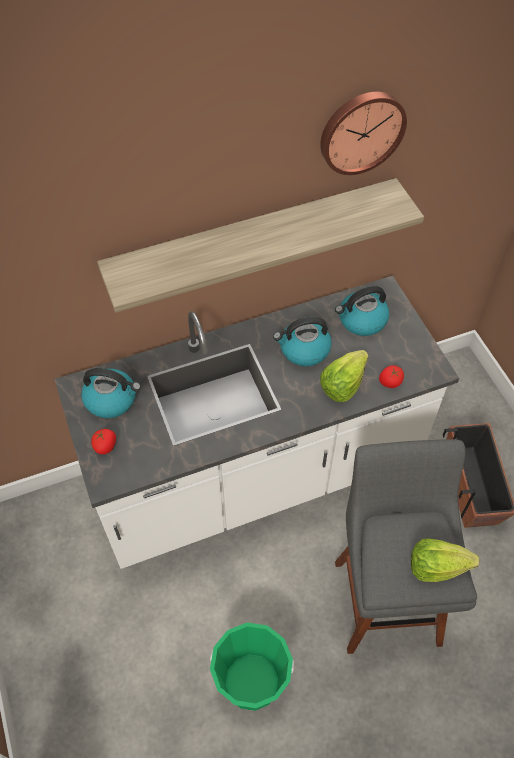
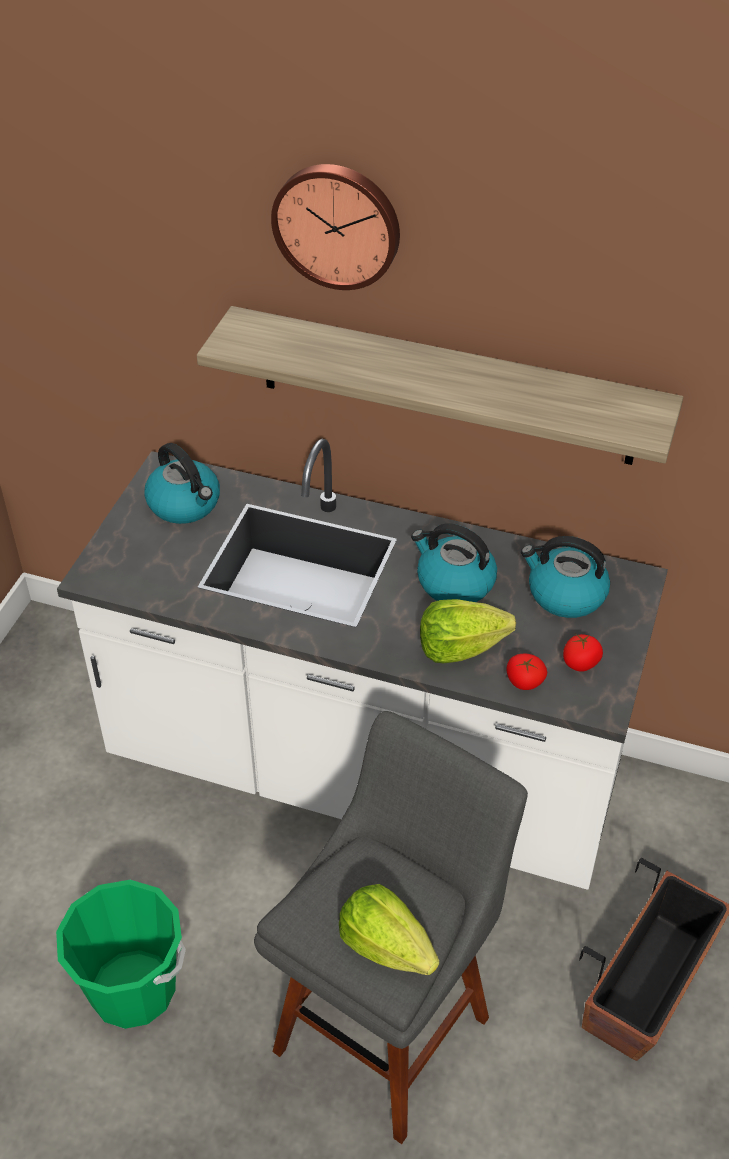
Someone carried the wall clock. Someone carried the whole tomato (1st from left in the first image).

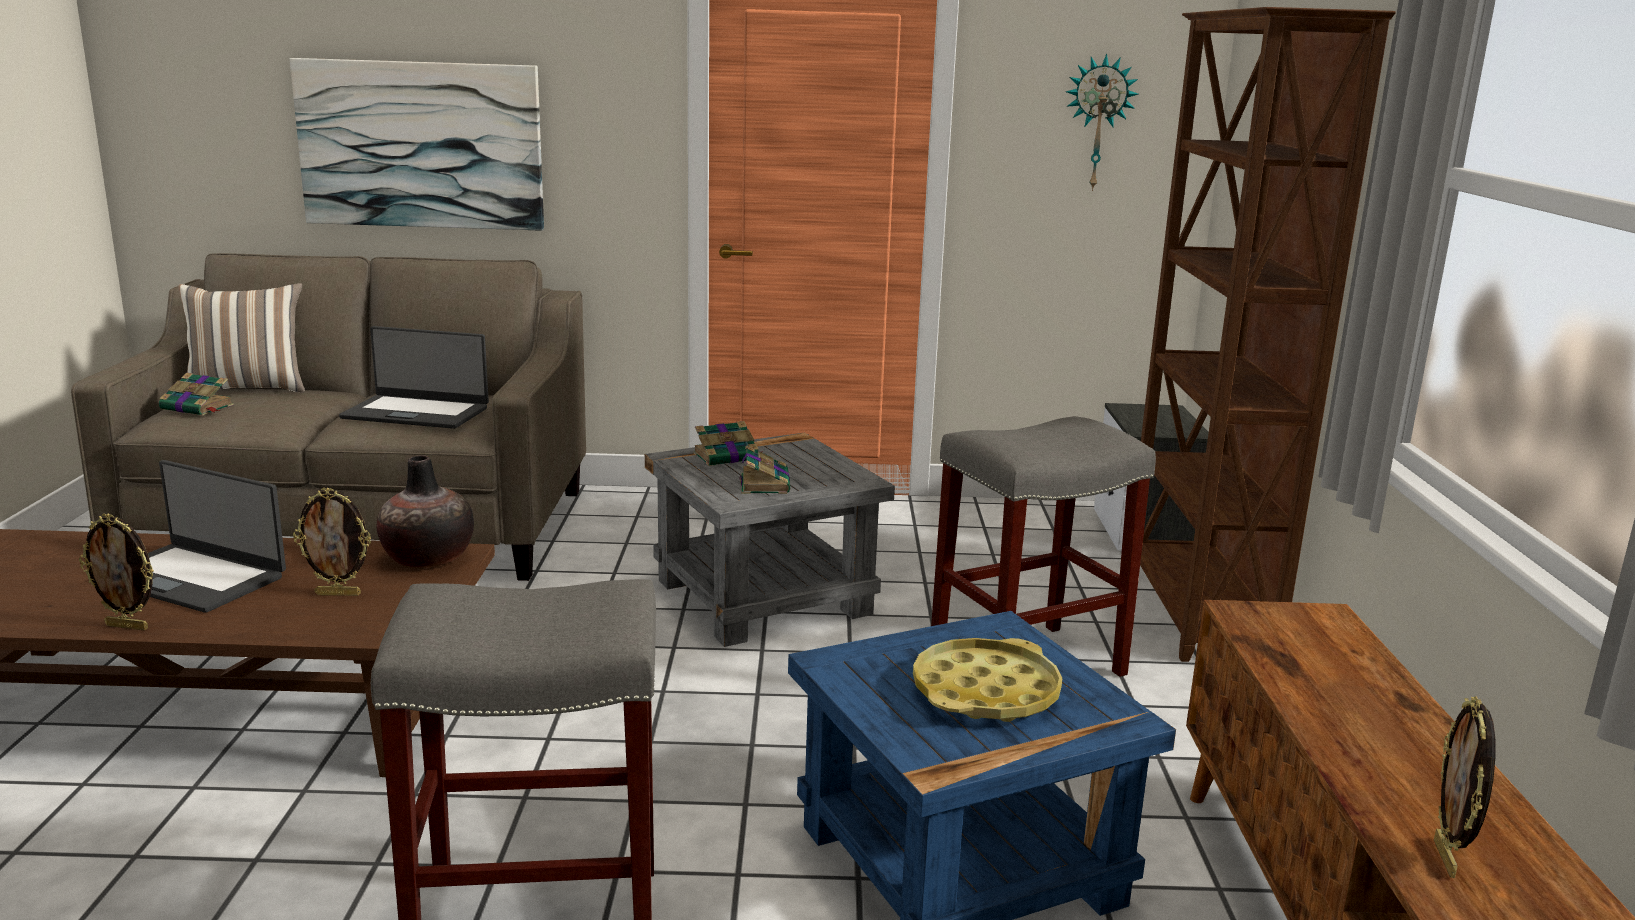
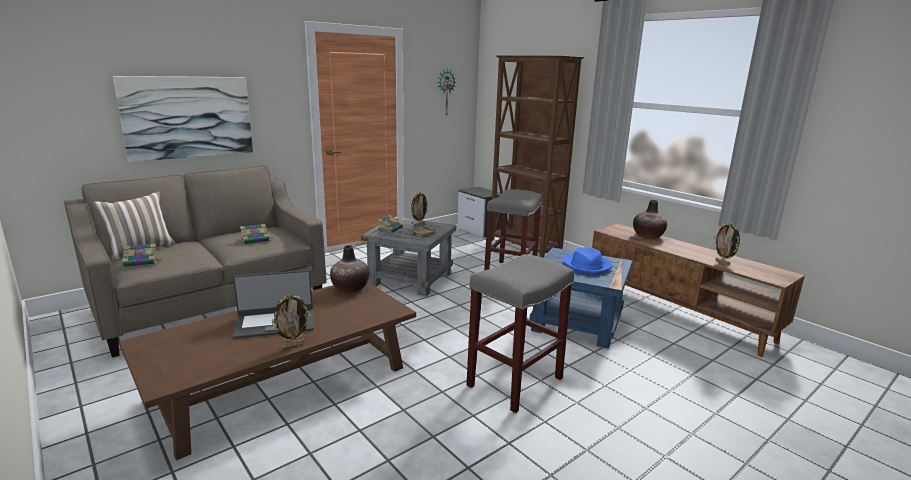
Someone swapped the notebook computer (2nd from left) for the book (2nd from left). Someone carried the photo frame (2nd from left). Someone swapped the yellow-coloured tray for the blue hat. Someone put down the flower vase (2nd from left).

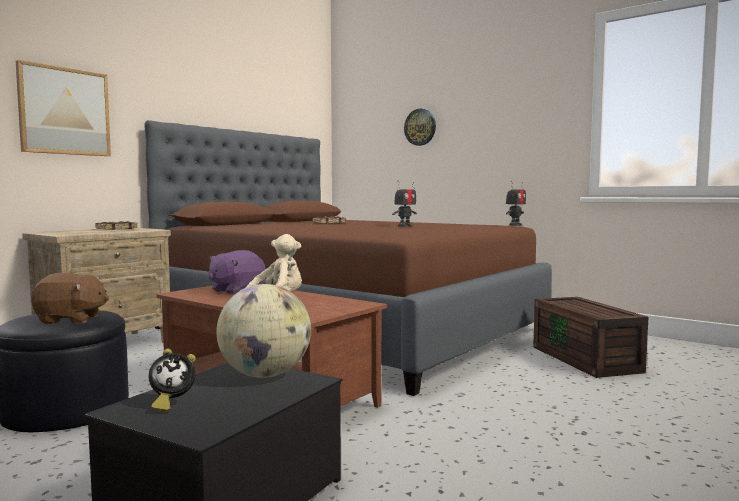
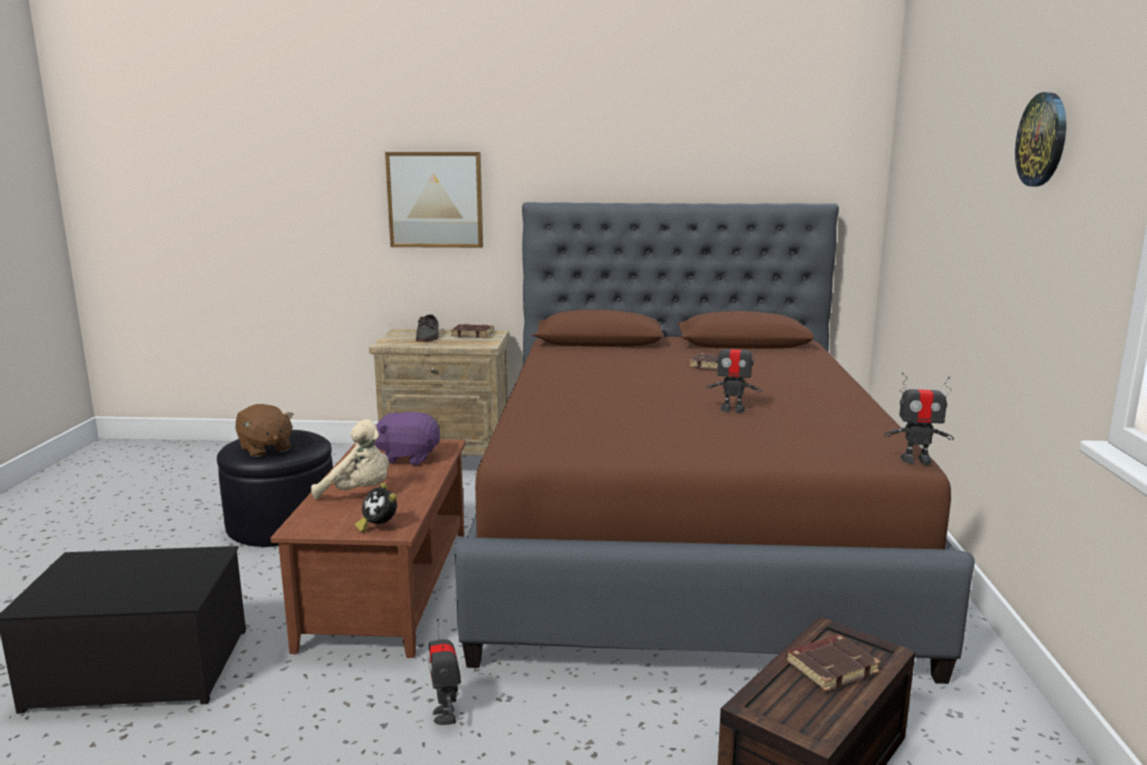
Someone carried the bedside clock. Someone put down the grey low shoe. Someone put down the robot figure (1st from left). Someone put down the brown book (3rd from left). Someone carried the wall clock. Someone took away the desk globe.

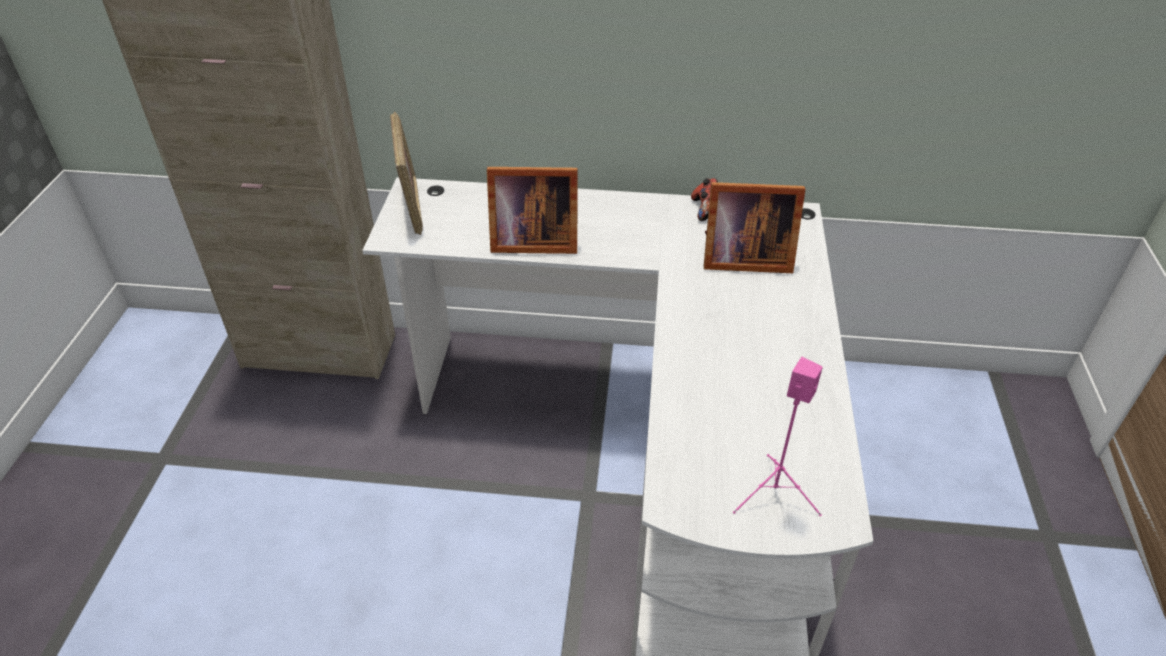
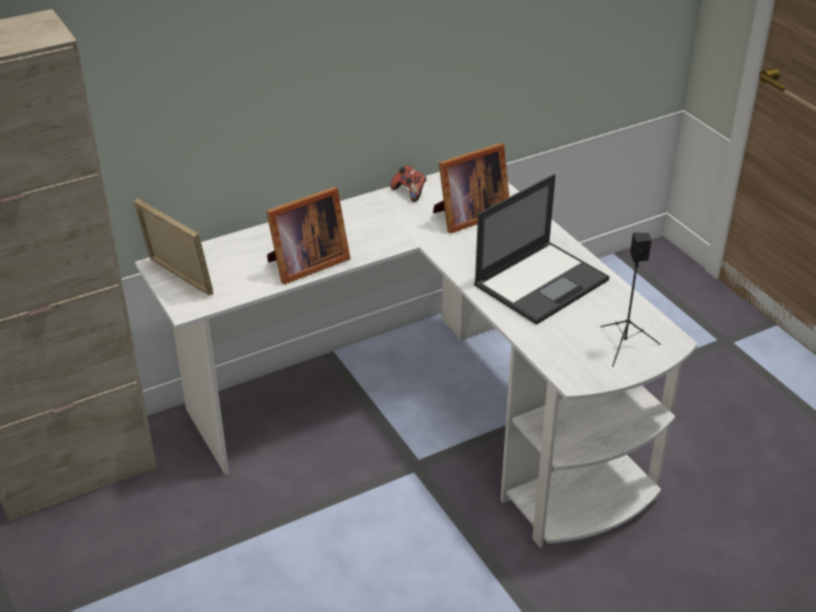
Someone put down the notebook computer. Someone repainted the pink-coloured loudspeaker, which became the blackish loudspeaker.

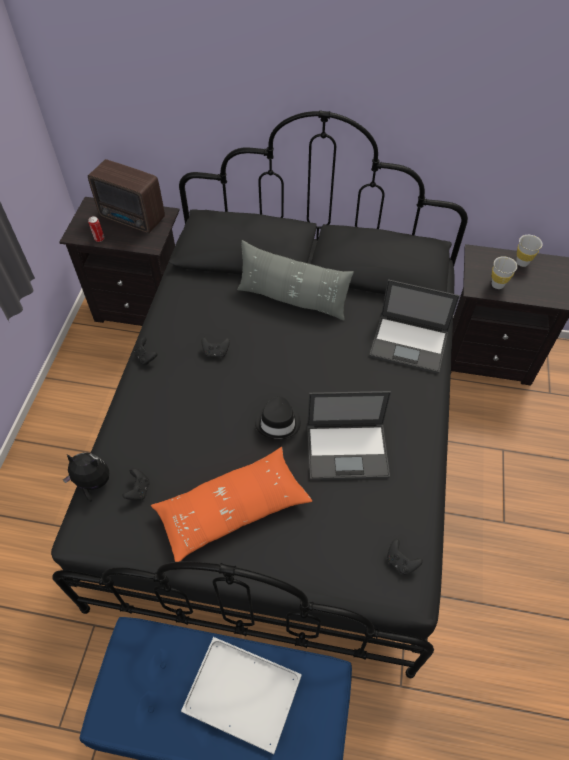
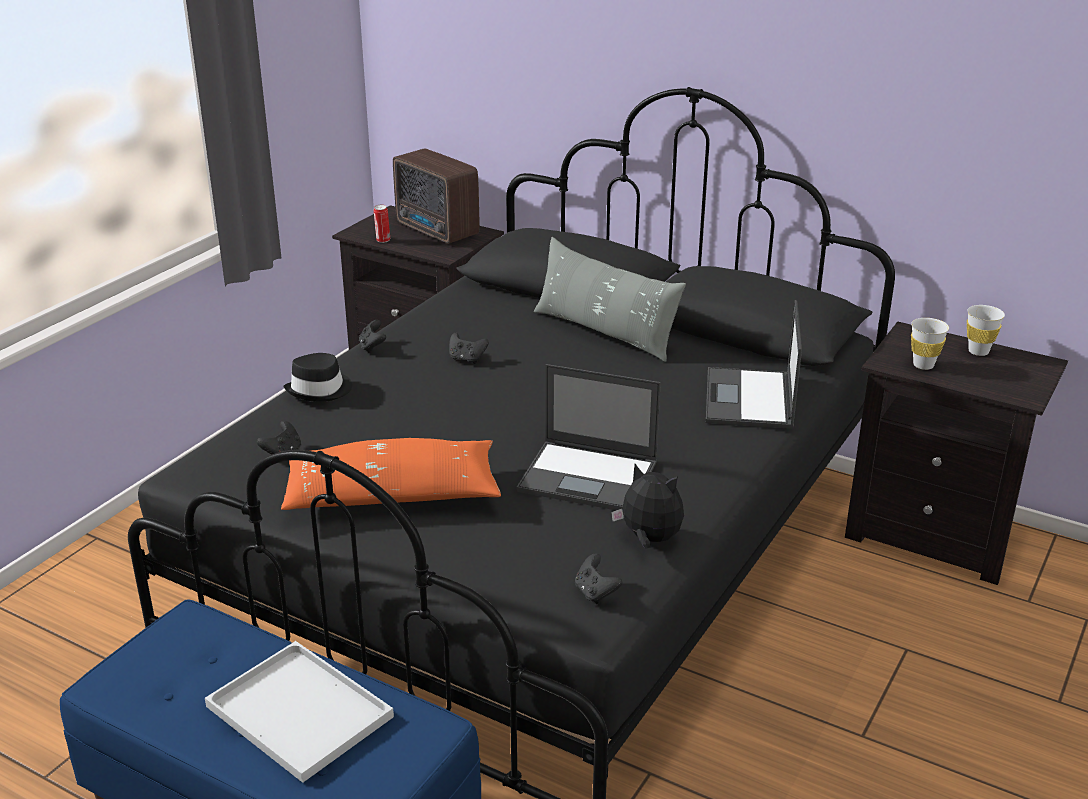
Someone carried the blackish hat. Someone carried the soft toy. Someone rotated the notebook computer (2nd from left) by 60 degrees clockwise.

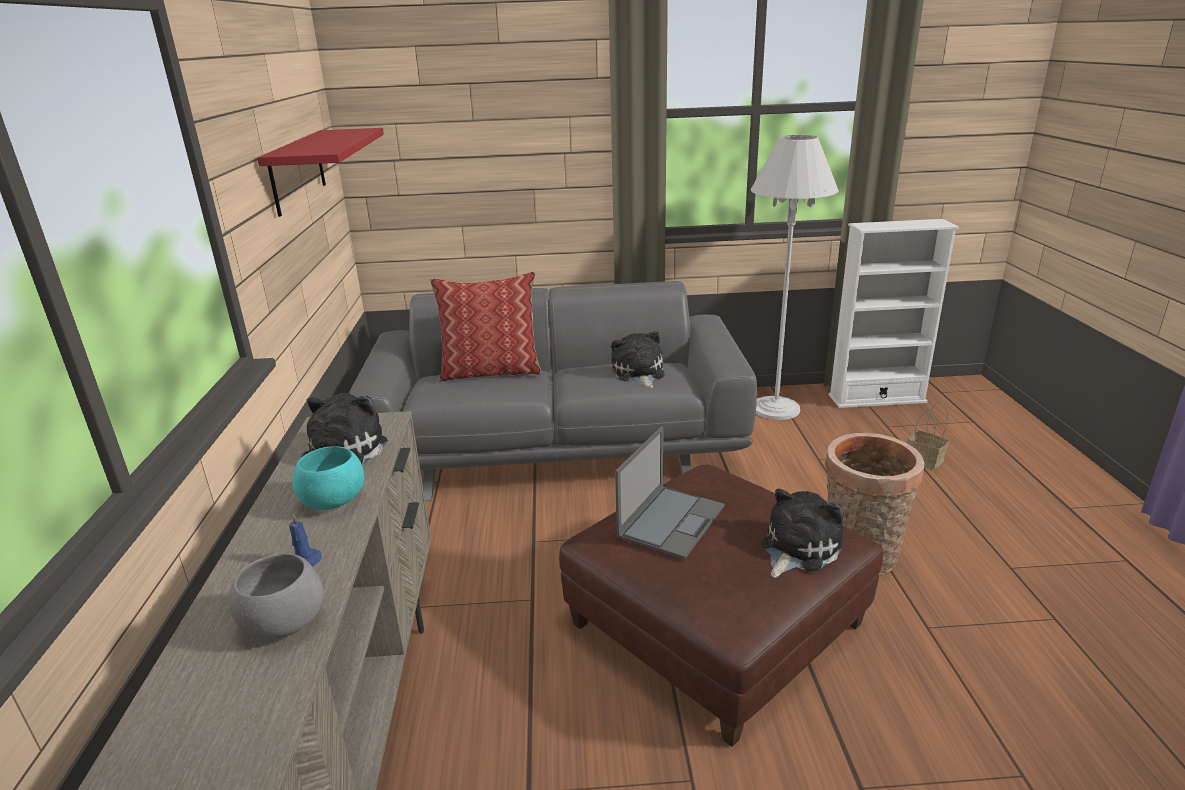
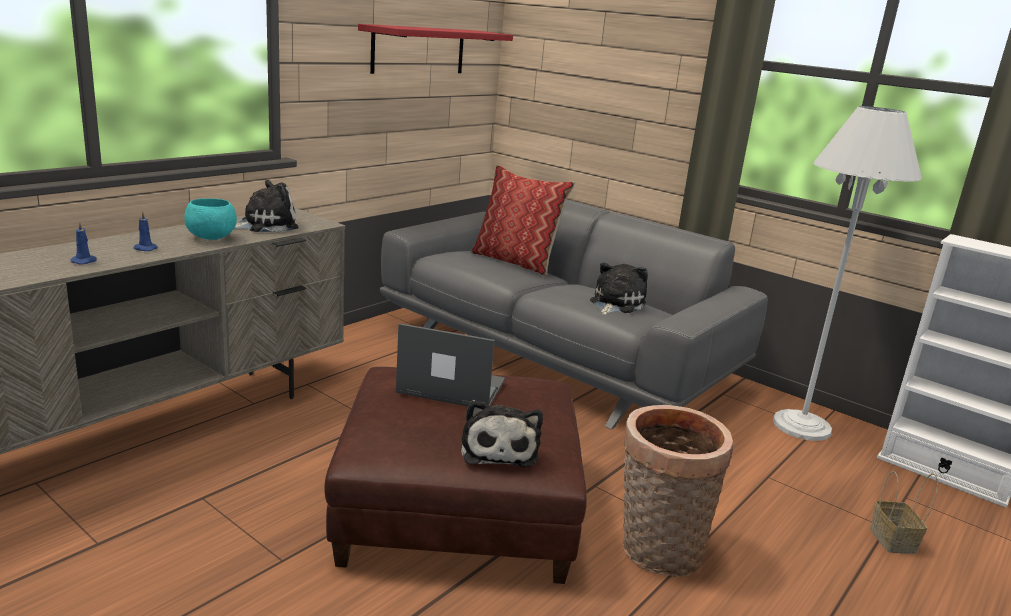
Someone swapped the grey serving bowl for the blue wax light (1st from left). Someone rotated the notebook computer by 150 degrees counterclockwise. Someone rotated the soft toy (3rd from left in the first image) by 90 degrees clockwise.

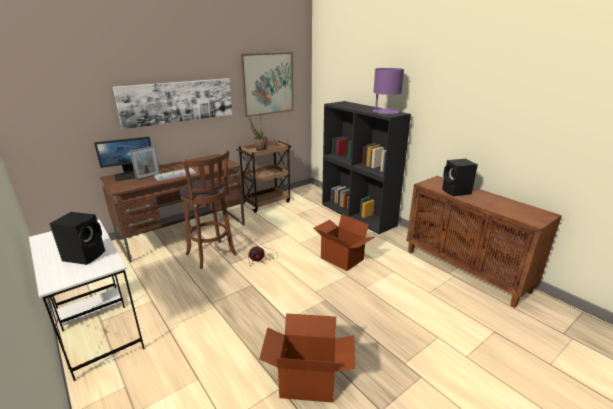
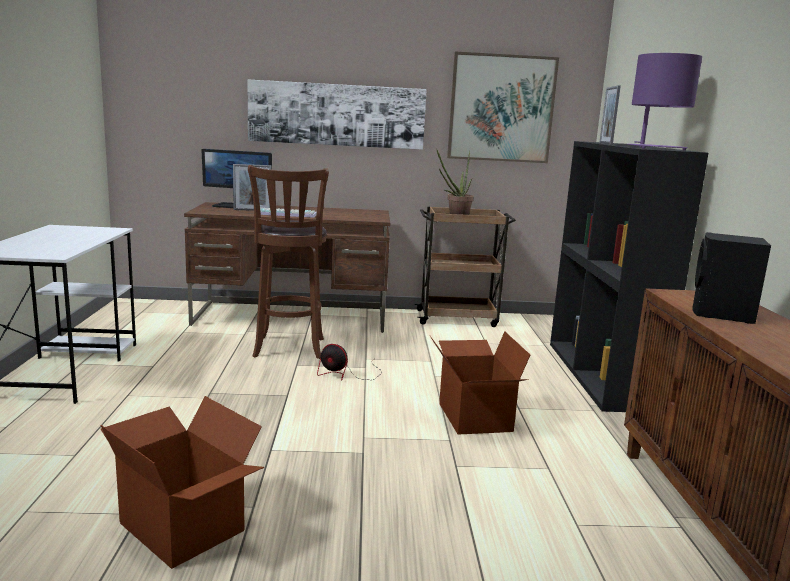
Someone put down the photo frame (2nd from left). Someone took away the blackish loudspeaker (1st from left).

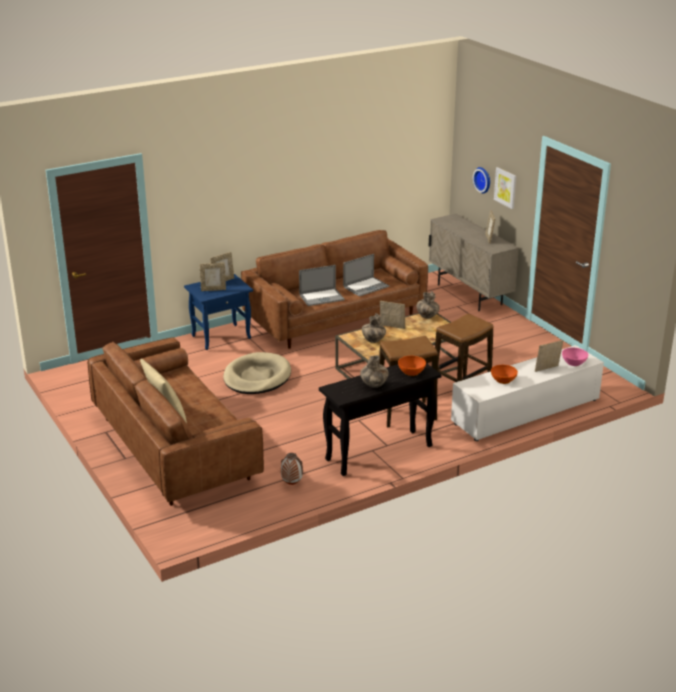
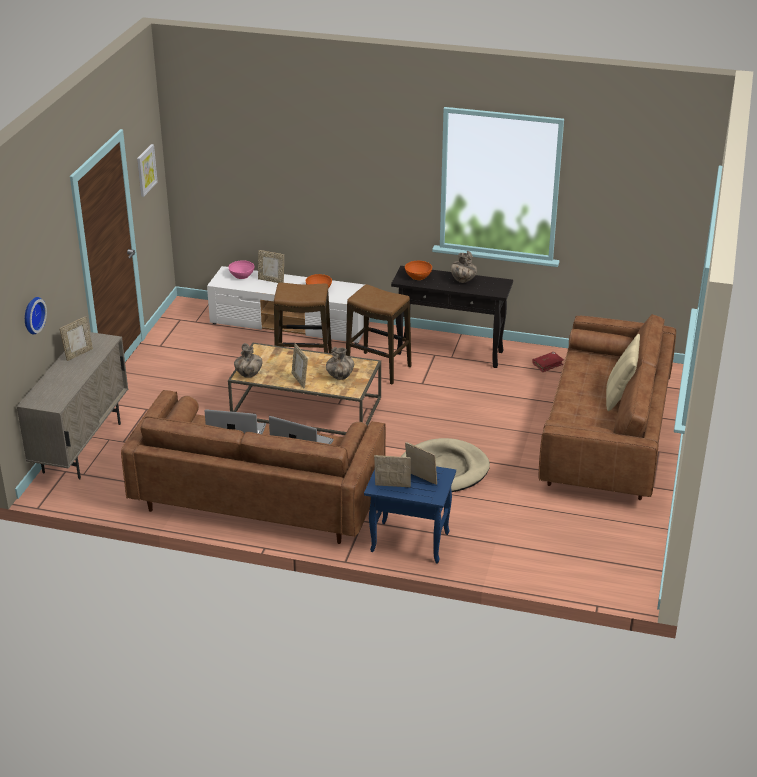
Someone carried the wall picture. Someone swapped the flower vase (1st from left) for the reddish book.

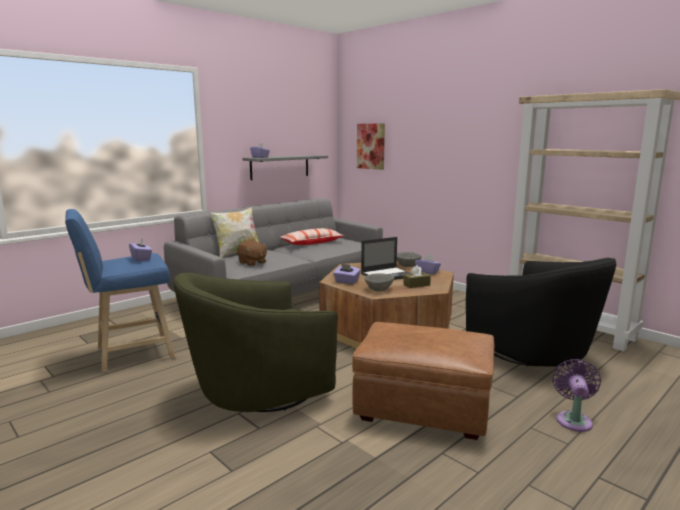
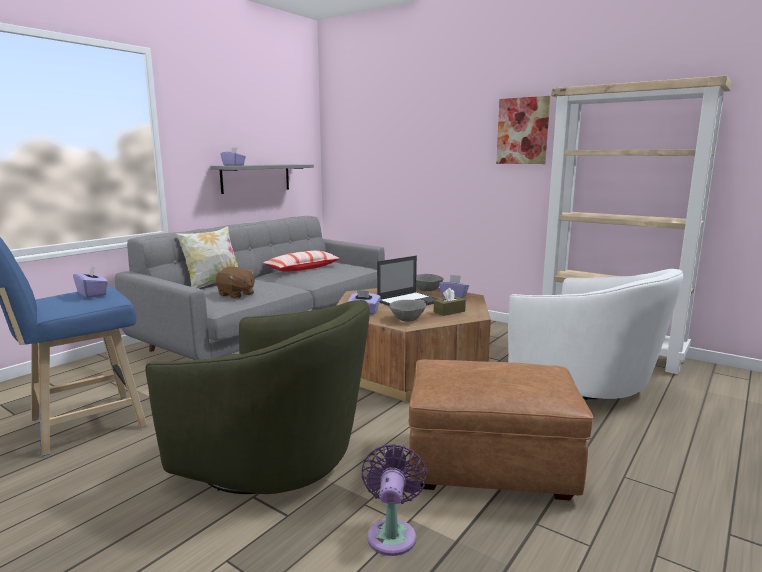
Someone rotated the greenish lounge chair by 120 degrees counterclockwise. Someone carried the purple fan. Someone carried the wall picture. Someone repainted the blackish lounge chair, which became the white lounge chair.

